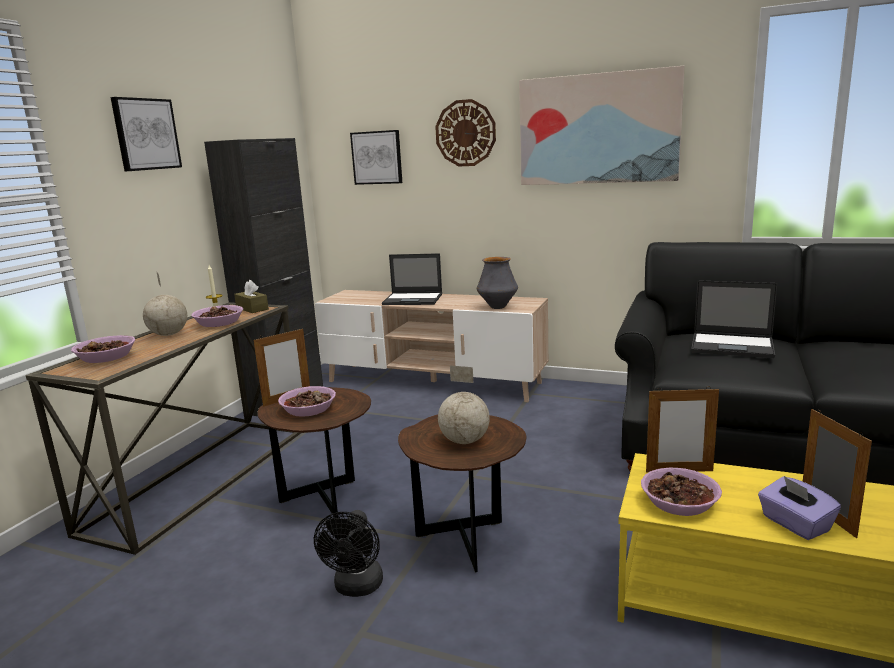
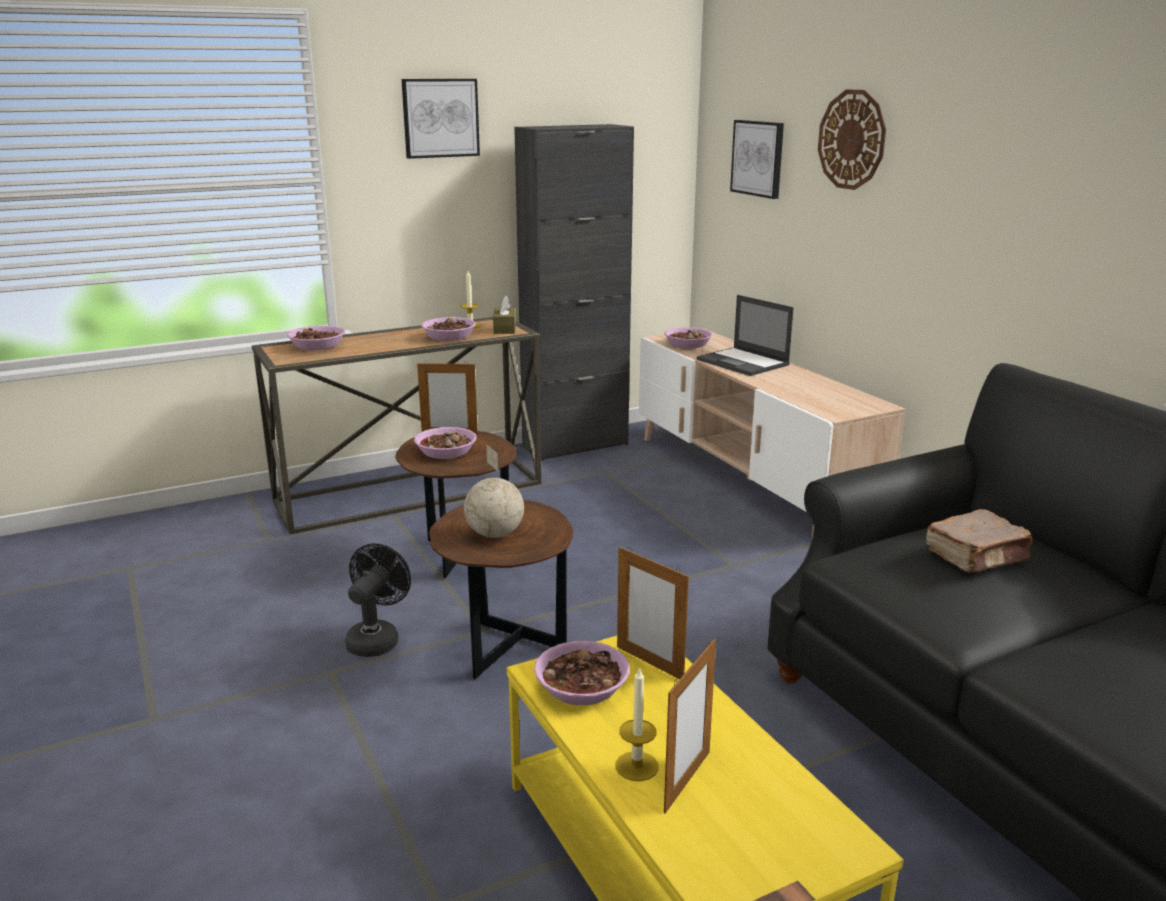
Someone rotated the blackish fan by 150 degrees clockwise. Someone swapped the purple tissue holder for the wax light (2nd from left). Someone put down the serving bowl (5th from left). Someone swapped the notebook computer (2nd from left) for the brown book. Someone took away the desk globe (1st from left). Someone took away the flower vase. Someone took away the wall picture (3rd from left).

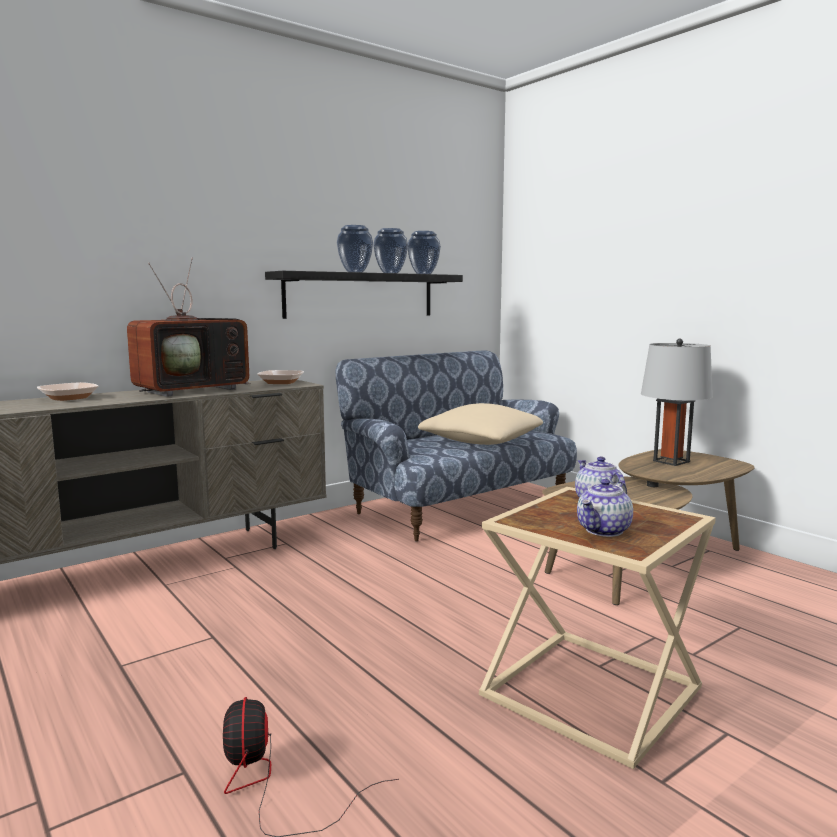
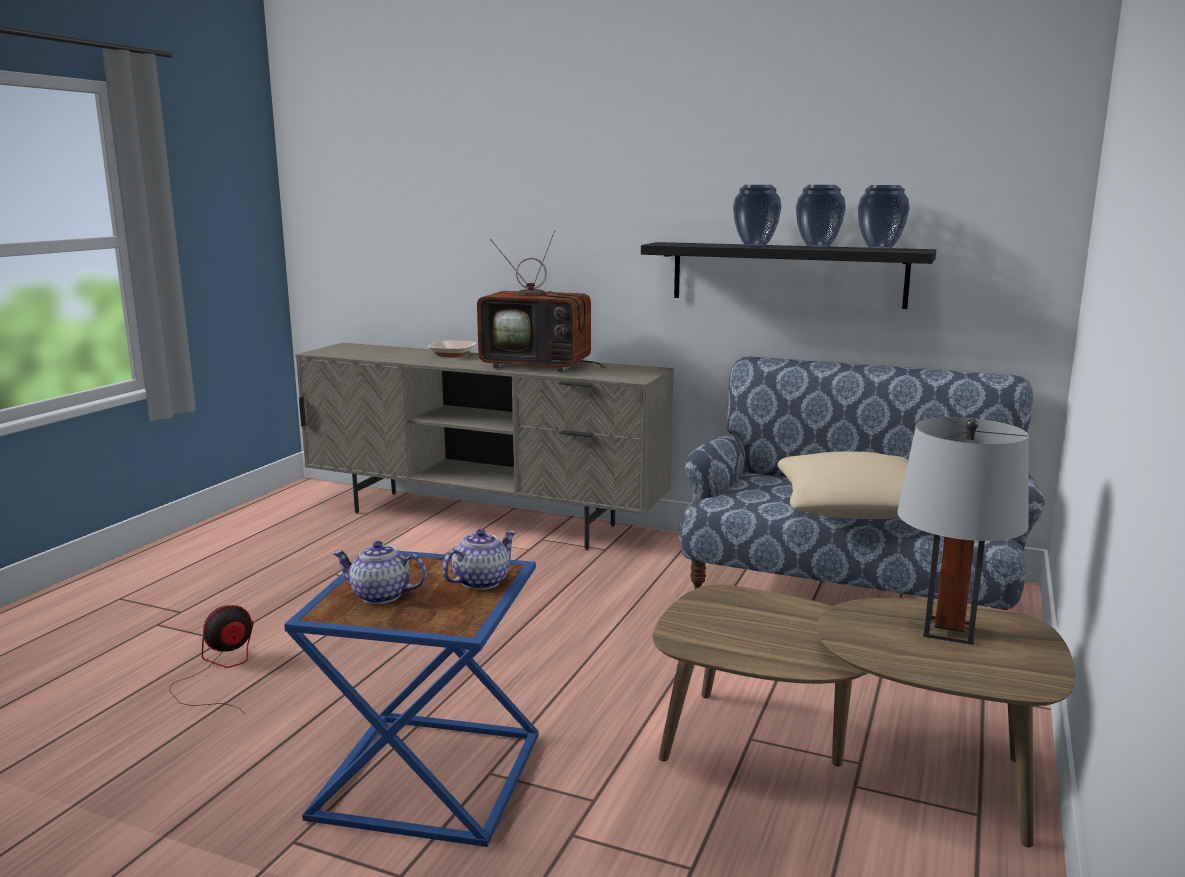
Someone repainted the beige accent table, which became the blue accent table. Someone took away the serving bowl (2nd from left).

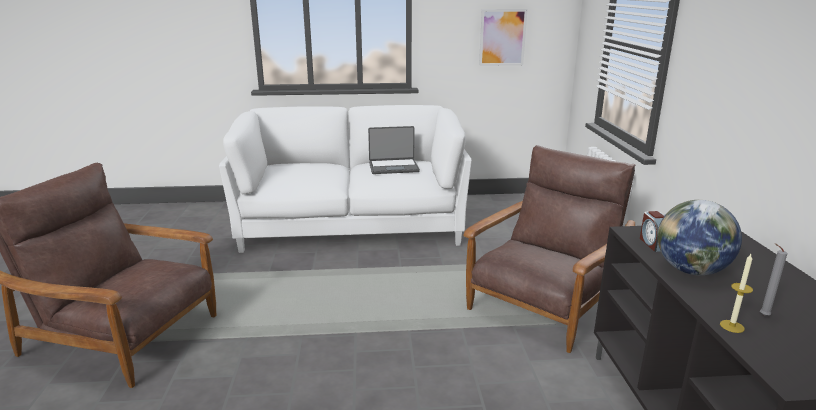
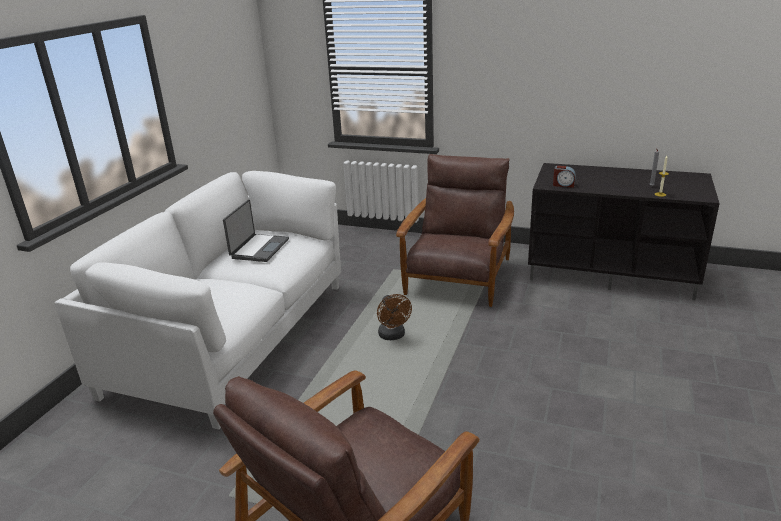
Someone put down the brown fan. Someone rotated the brown lounge chair (2nd from left) by 45 degrees clockwise. Someone took away the wall picture. Someone took away the desk globe.

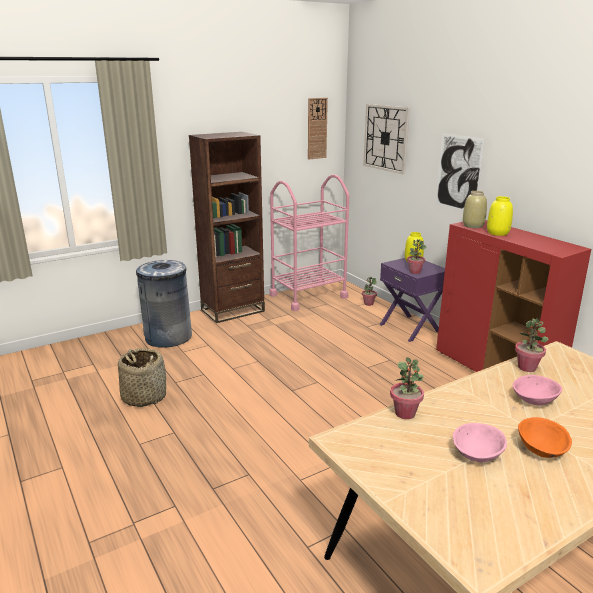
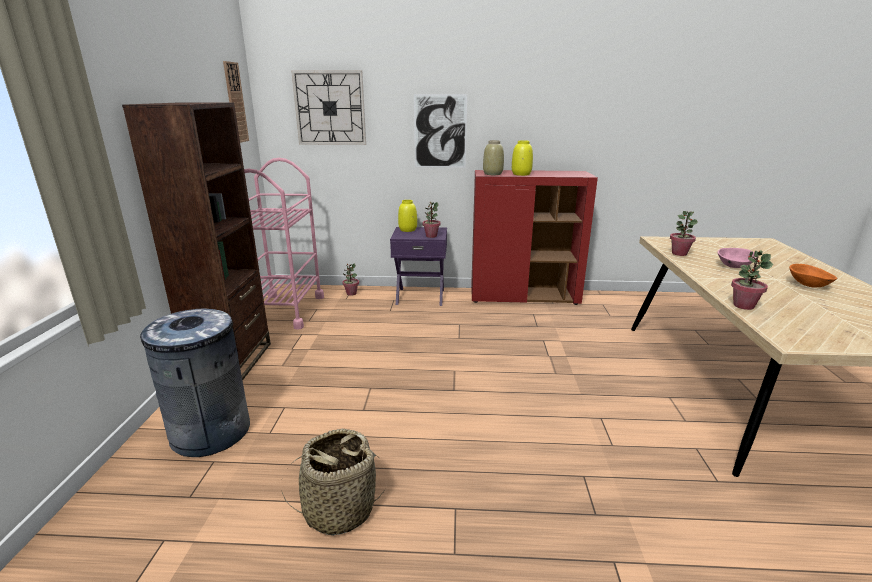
Someone took away the pink-coloured serving bowl (1st from left).

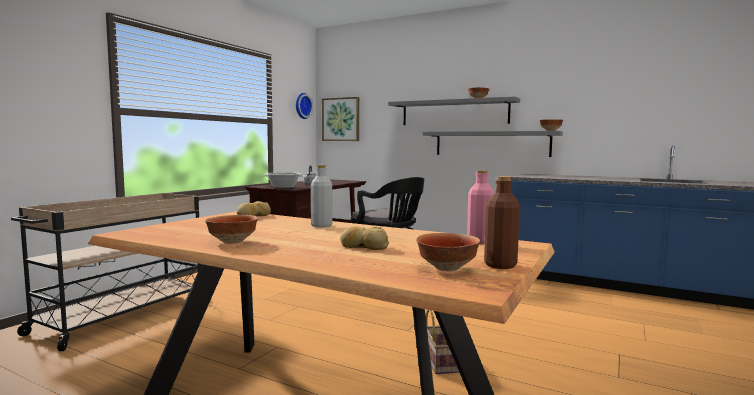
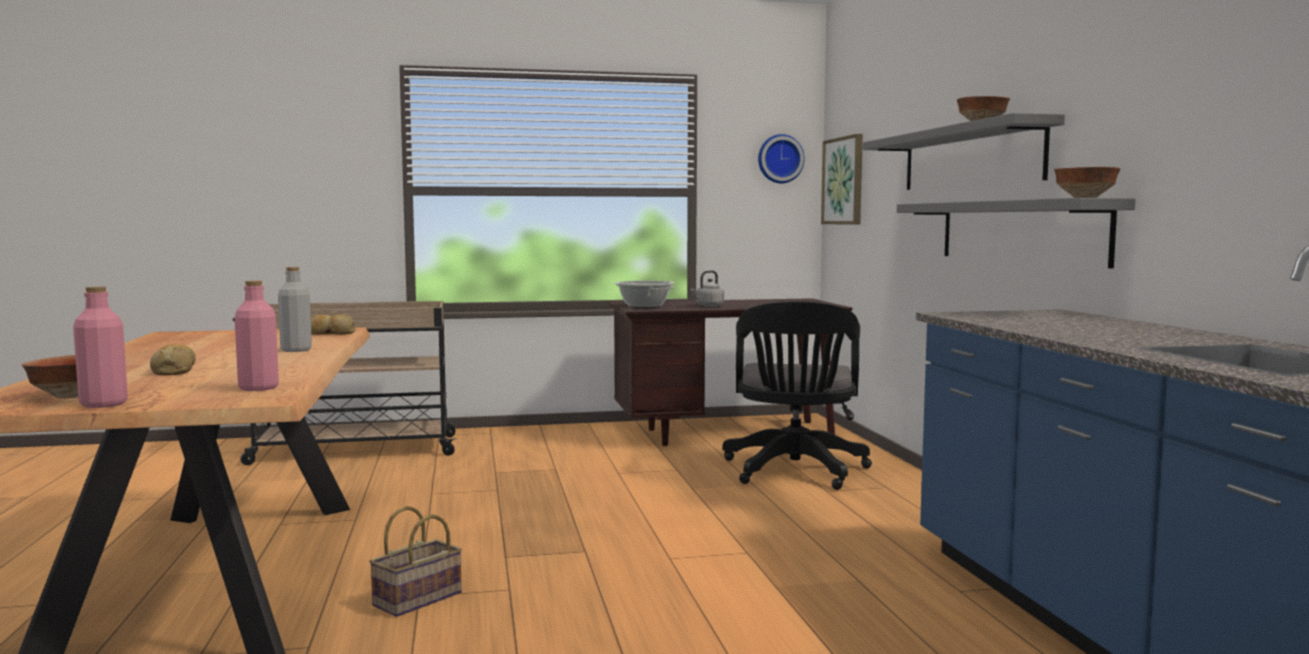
Someone repainted the brown beverage bottle, which became the pink-coloured beverage bottle (1st from left). Someone took away the serving bowl (1st from left).

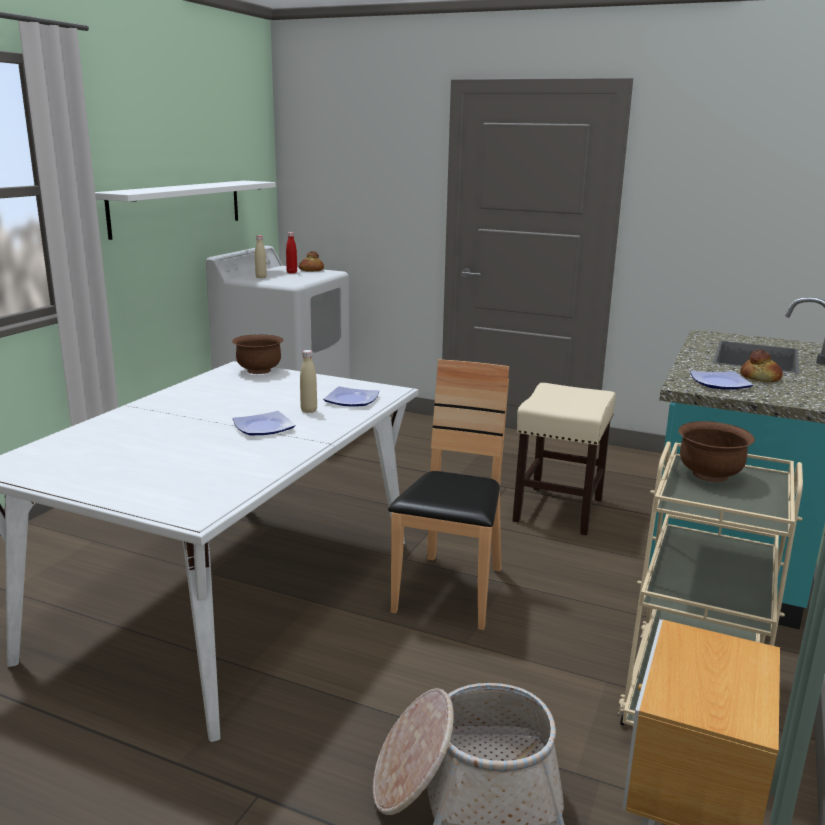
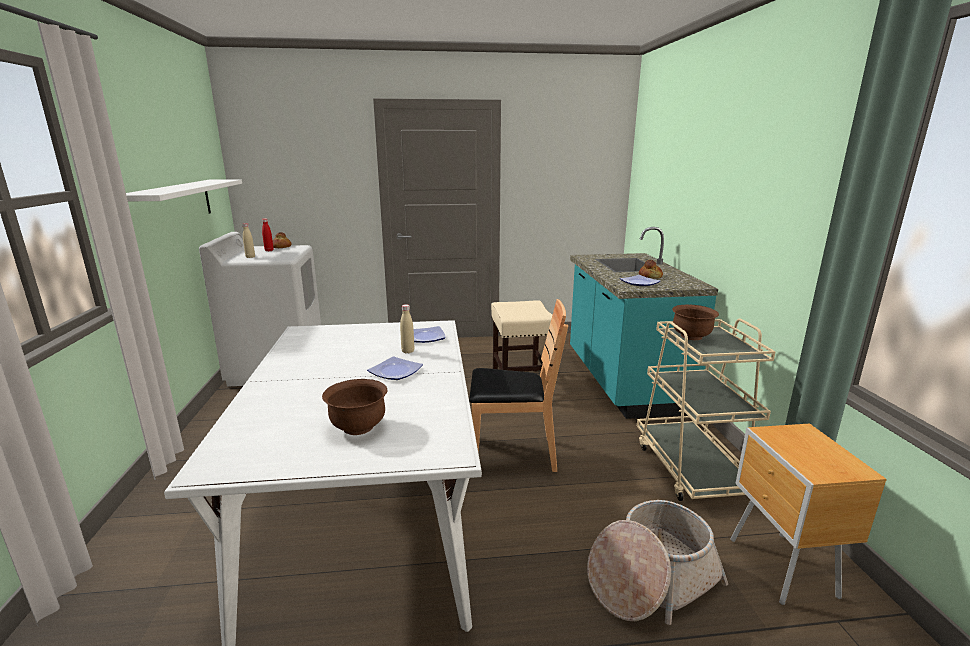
Someone carried the brown serving bowl (1st from left). Someone rotated the brown upright chair by 105 degrees clockwise.

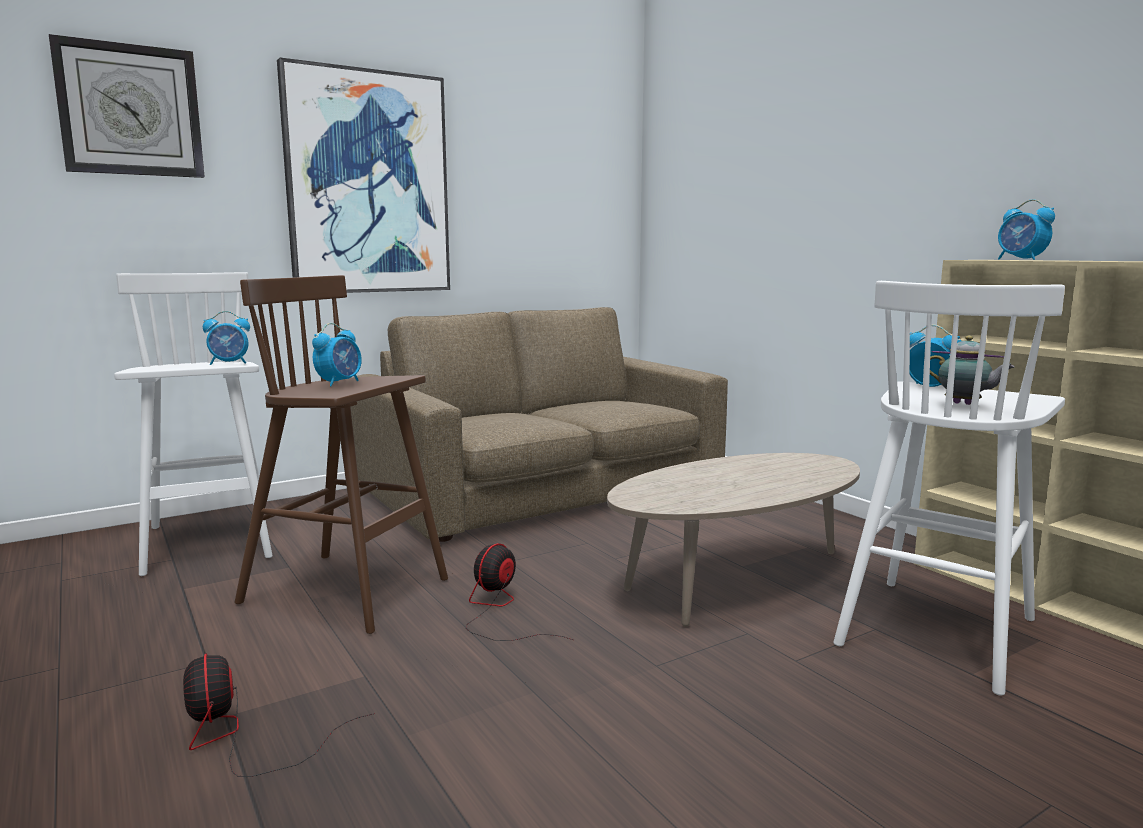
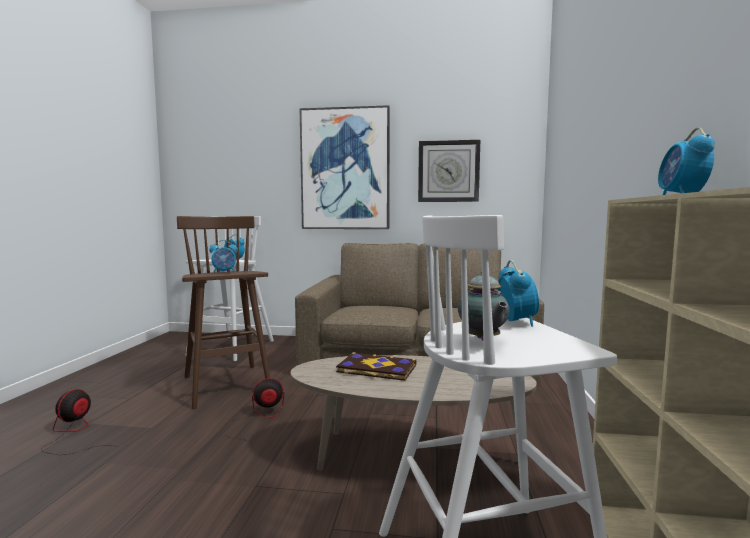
Someone put down the book. Someone carried the wall clock.

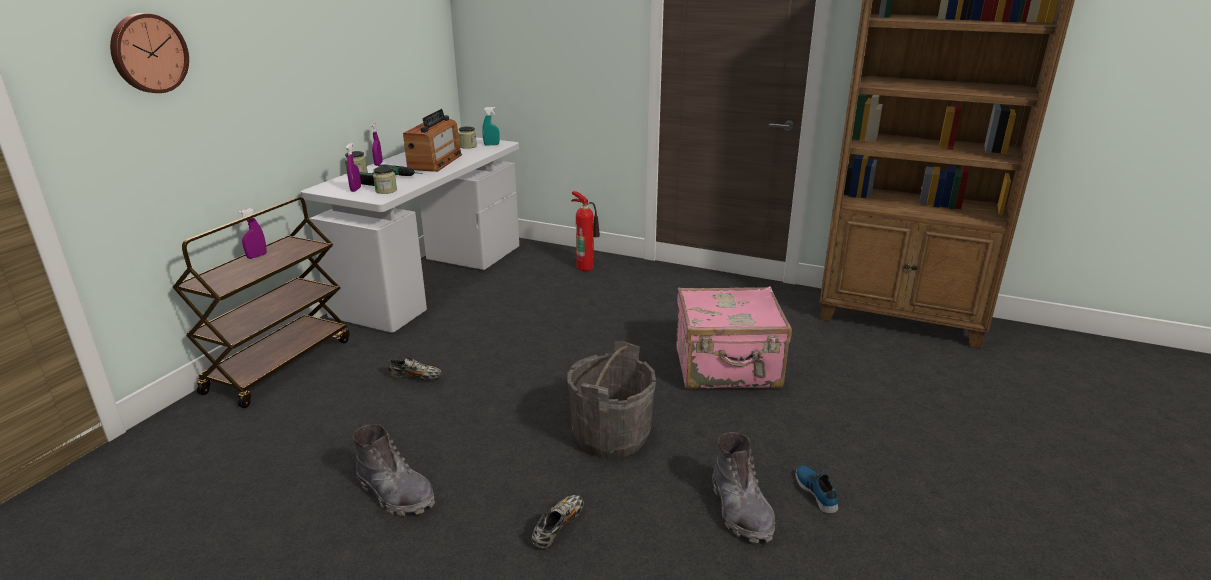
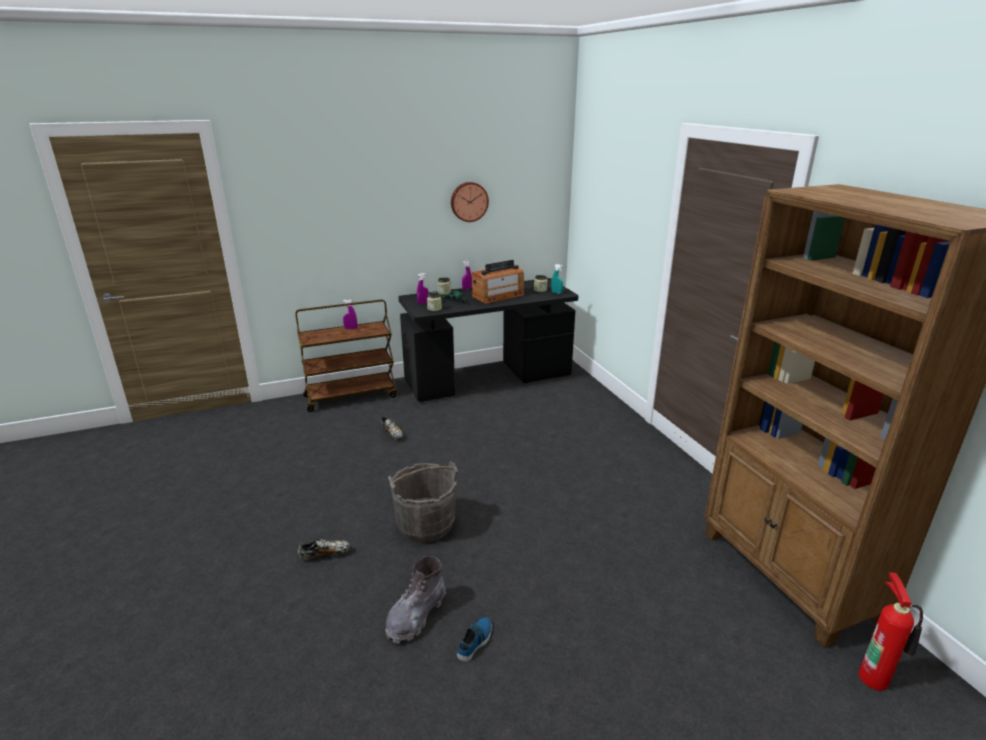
Someone repainted the white desk table, which became the blackish desk table. Someone carried the wall clock. Someone carried the extinguisher. Someone took away the grey tall boot (1st from left). Someone took away the pink-coloured travel case.

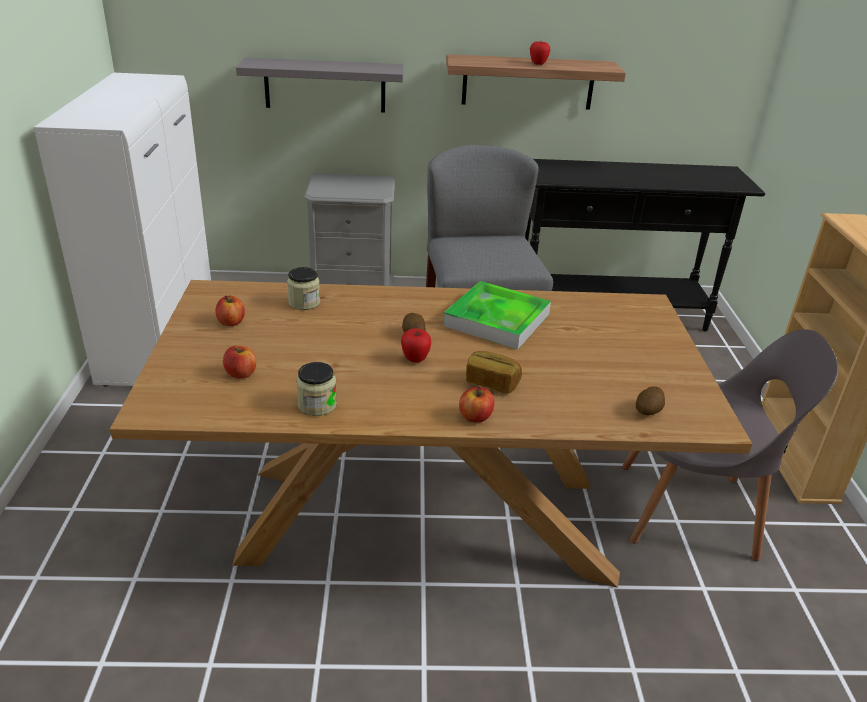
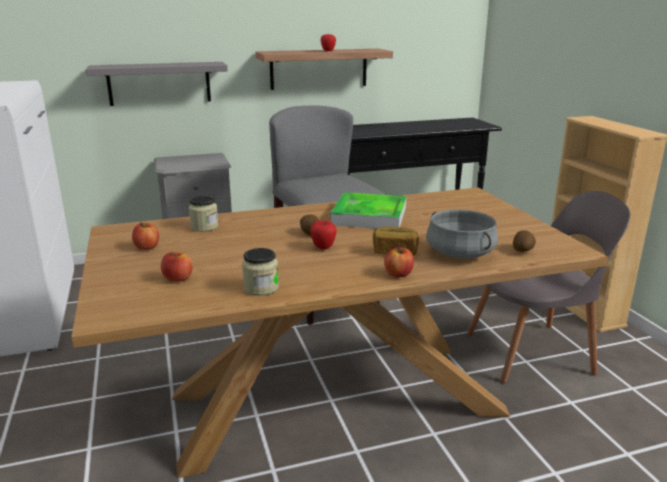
Someone put down the grey cooking pot.

